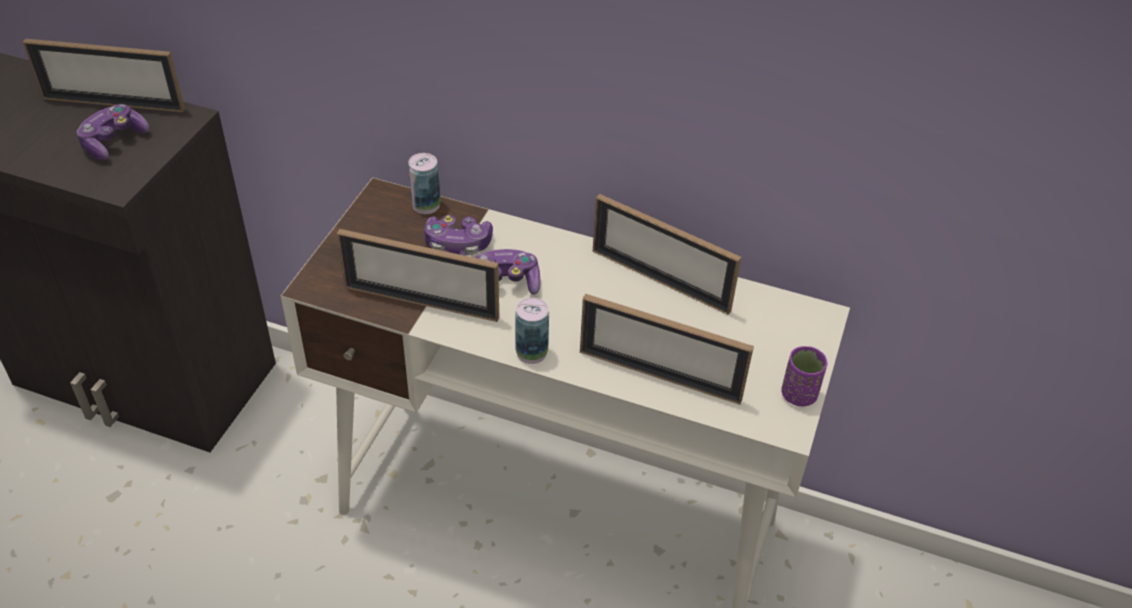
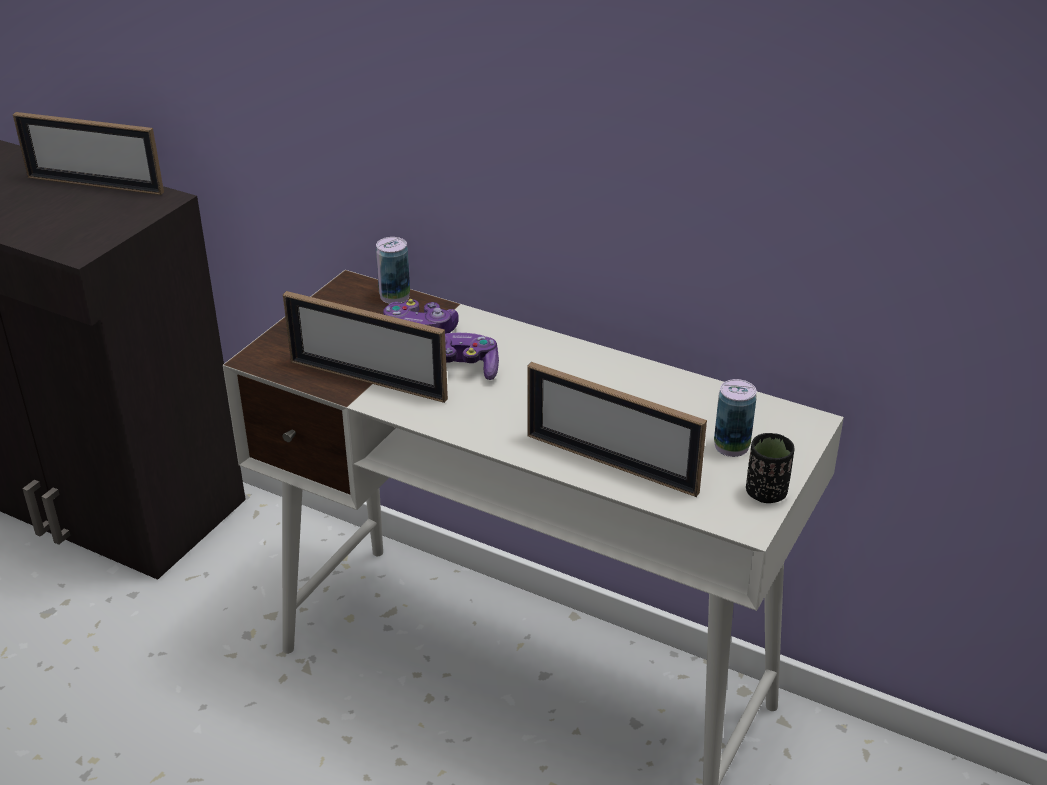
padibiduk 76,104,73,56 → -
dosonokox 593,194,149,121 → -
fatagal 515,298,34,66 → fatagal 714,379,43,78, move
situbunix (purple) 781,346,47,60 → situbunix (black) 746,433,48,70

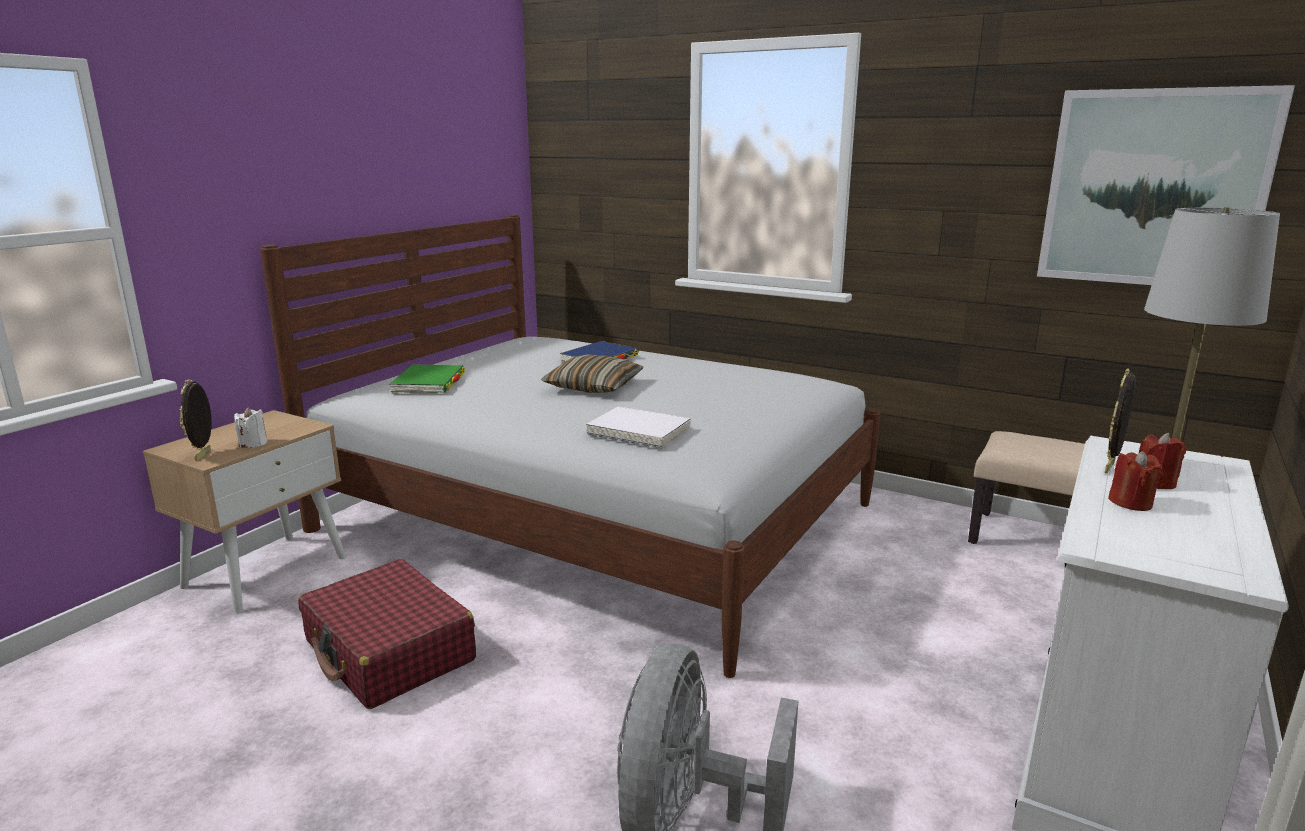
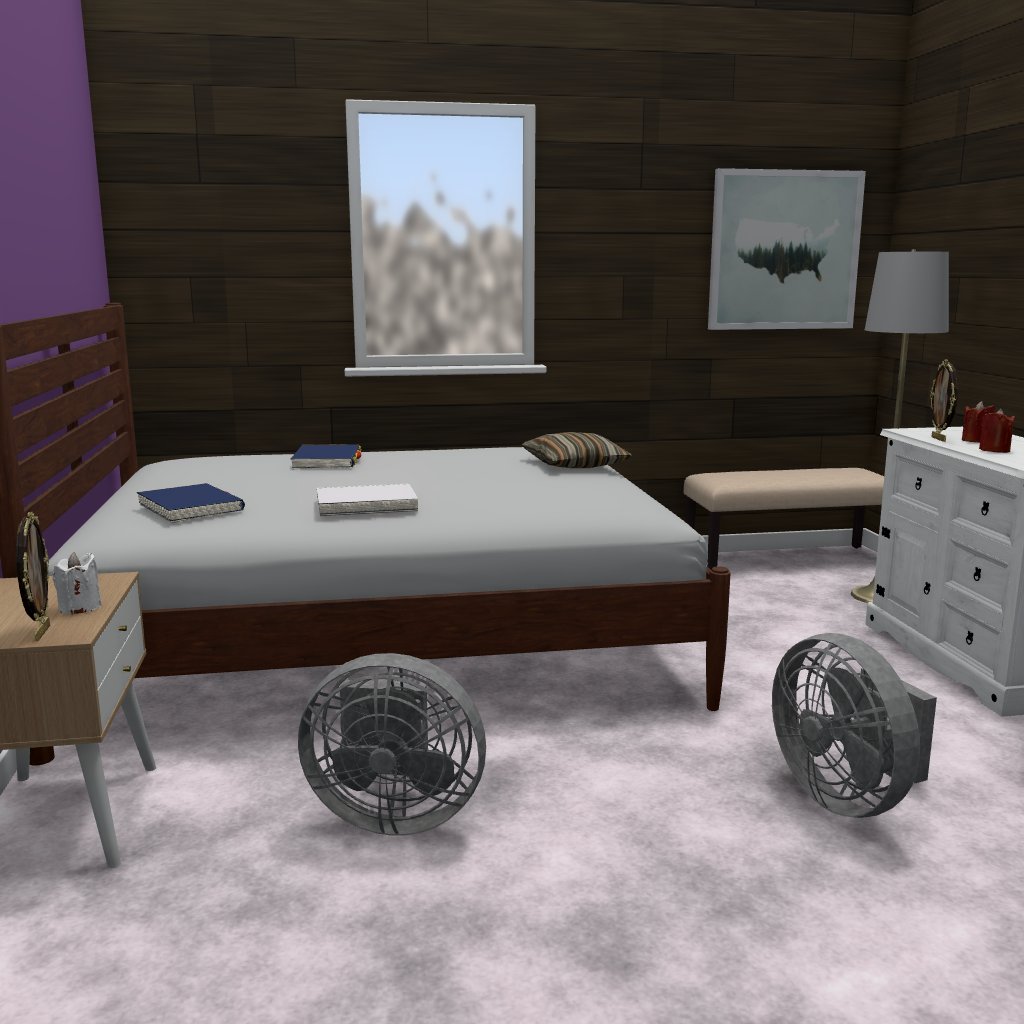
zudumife 541,355,102,38 → zudumife 522,432,110,36, move
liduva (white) 586,406,105,43 → liduva (white) 317,484,101,32, move
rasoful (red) 298,559,178,150 → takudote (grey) 298,653,188,183
liduva (green) 390,365,75,28 → liduva (blue) 137,483,108,40
dosonokox 180,379,32,82 → dosonokox 16,511,34,130, 150 degrees counterclockwise

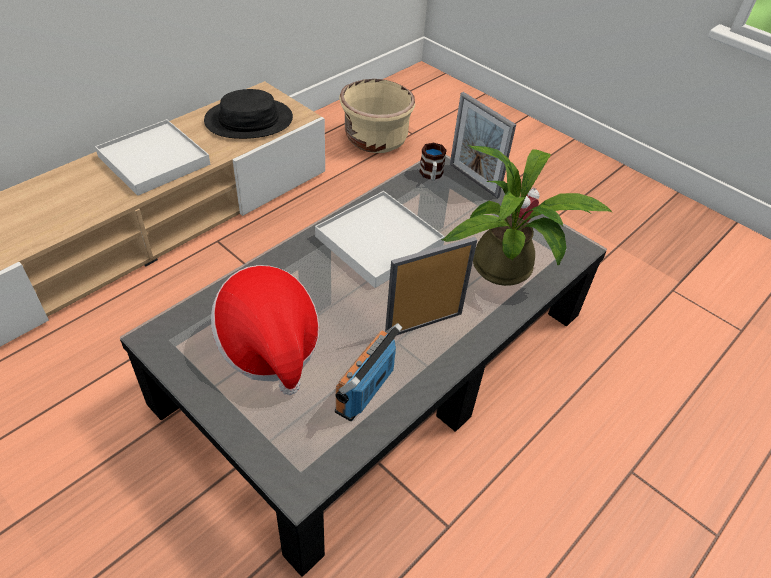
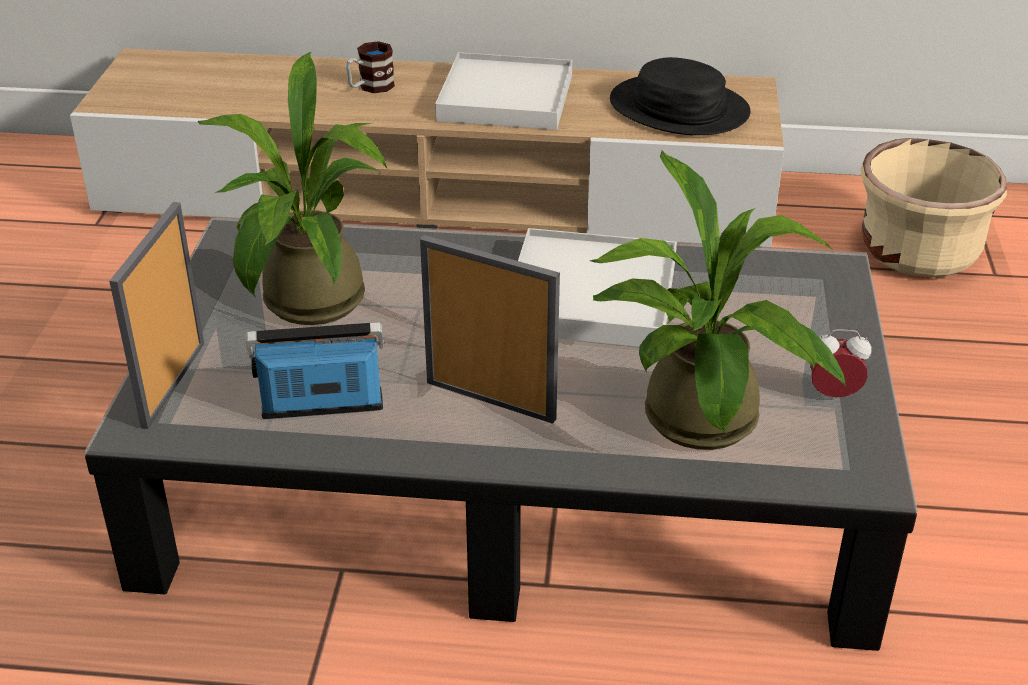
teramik 419,143,28,38 → teramik 346,41,49,52, move
dosonokox 450,92,66,106 → dosonokox 109,202,95,227, move
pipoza 211,265,108,130 → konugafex 198,52,189,273

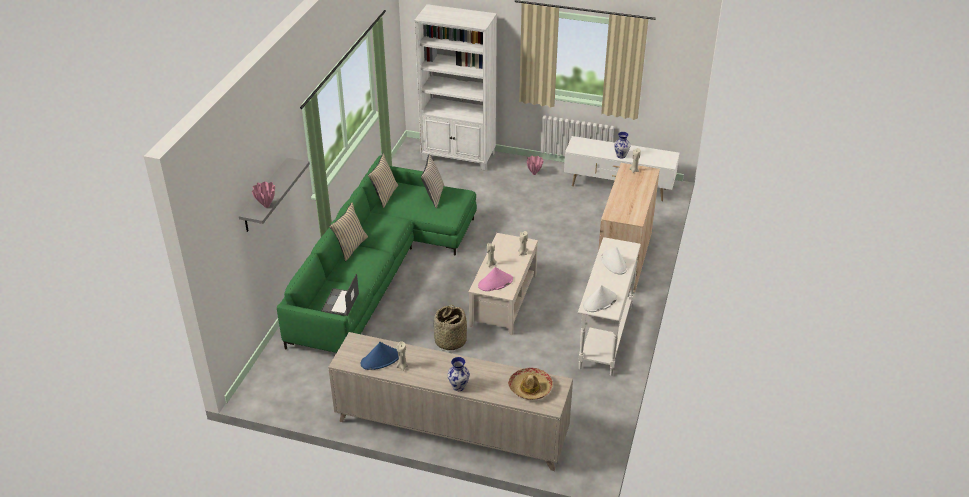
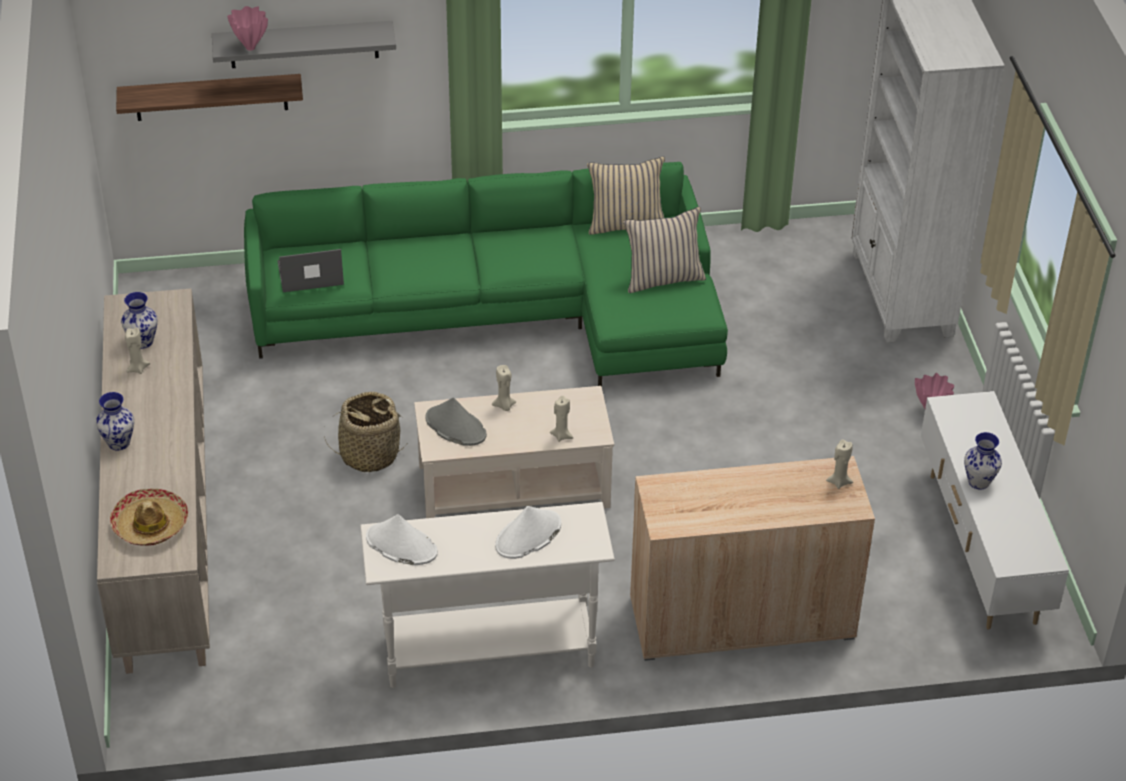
zudumife (beige) 329,202,39,59 → -
- → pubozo 116,74,187,47
pipoza (blue) 361,342,38,28 → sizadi 121,292,37,57
pipoza (pink) 478,267,35,24 → pipoza (grey) 425,397,62,49

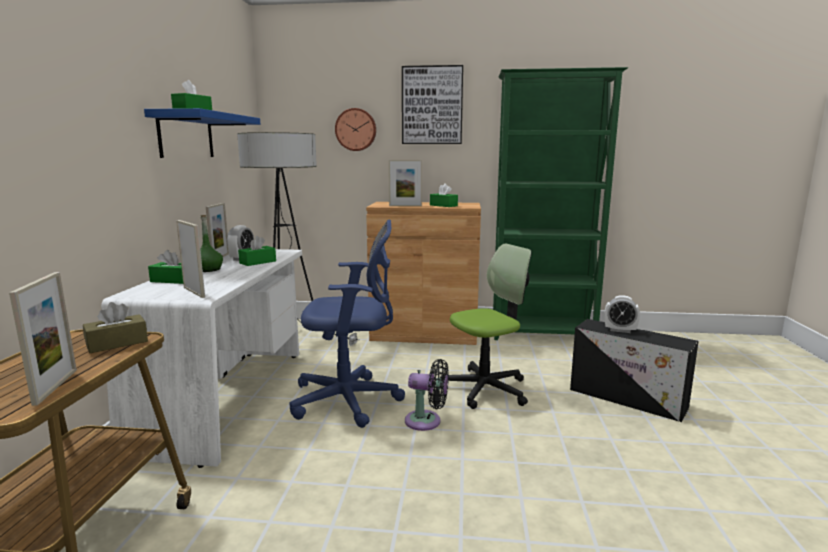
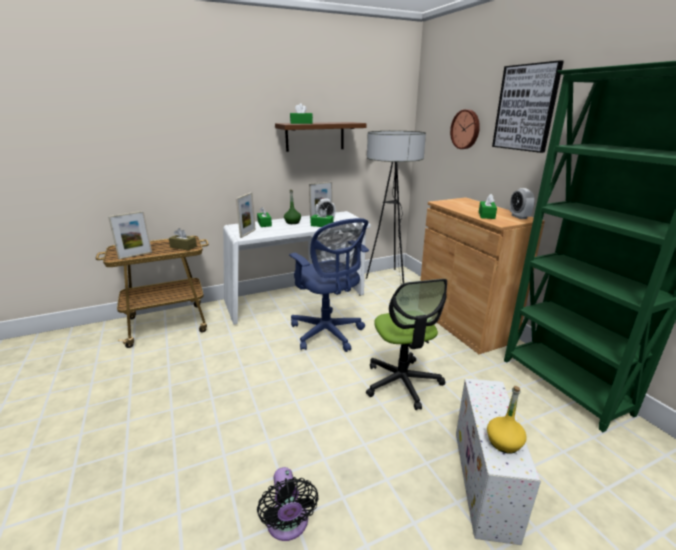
dosonokox 389,160,33,46 → -
- → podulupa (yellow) 487,386,40,67
takudote (black) 405,359,44,72 → takudote (black) 257,467,62,74, move
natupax 605,295,35,38 → natupax 510,188,25,31, move
pubozo (blue) 144,108,116,50 → pubozo (brown) 275,122,92,30
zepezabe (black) 570,319,129,103 → zepezabe (white) 456,378,85,167
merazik 440,244,92,165 → merazik 366,279,81,131, 45 degrees clockwise

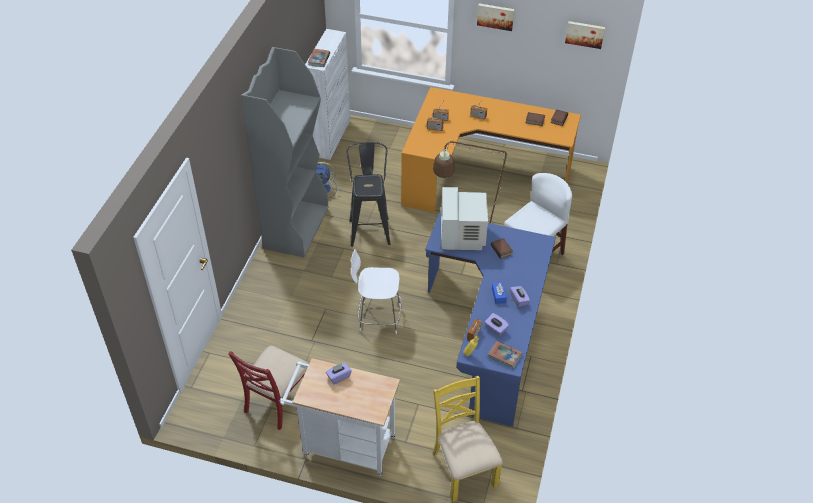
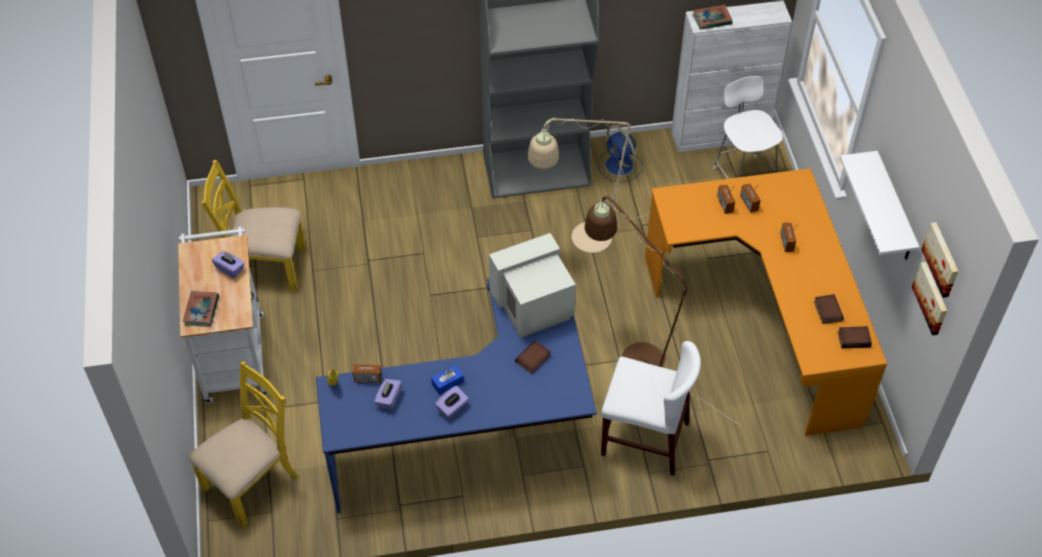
- → pubozo (white) 840,151,80,109
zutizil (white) 351,249,51,85 → zutizil (white) 713,76,70,103, move
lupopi 477,4,37,27 → lupopi 912,262,35,73, move
liduva 488,341,35,28 → liduva 183,291,36,36, move
zutizil (black) 346,142,45,105 → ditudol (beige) 528,117,122,136
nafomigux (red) 229,346,80,84 → nafomigux (yellow) 201,160,105,131

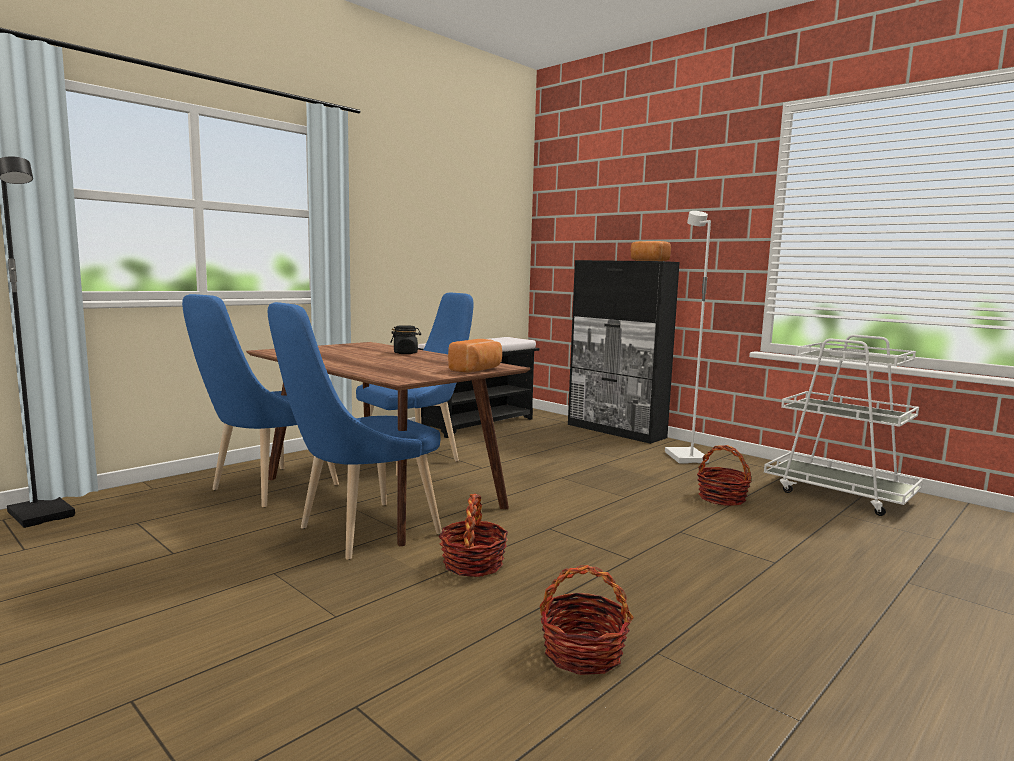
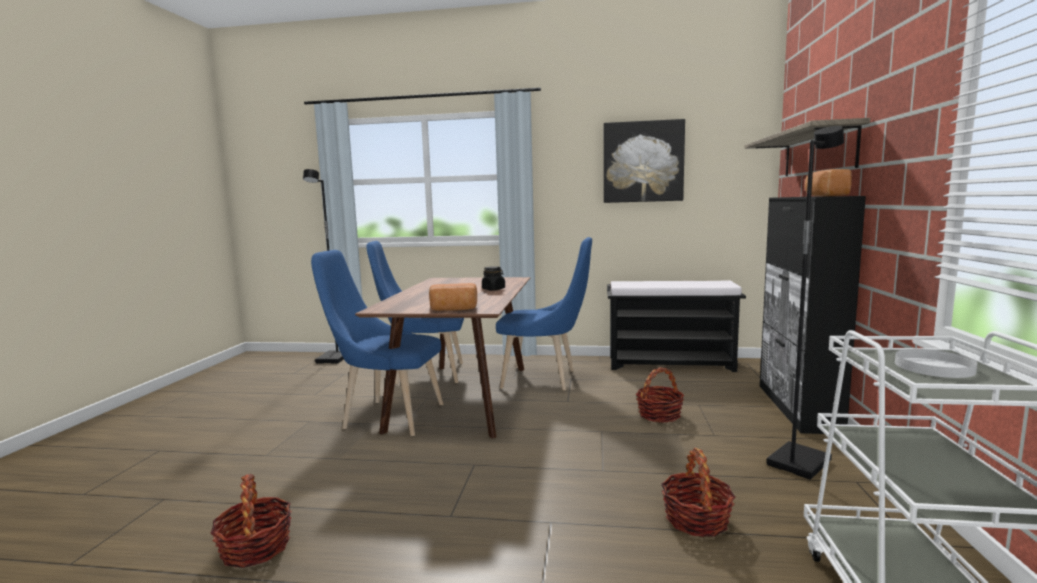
- → lupopi 604,119,81,84
- → pubozo 744,118,126,58
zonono 439,494,69,83 → zonono 636,367,48,56, move
ditudol (white) 665,211,46,252 → ditudol (black) 766,126,78,354

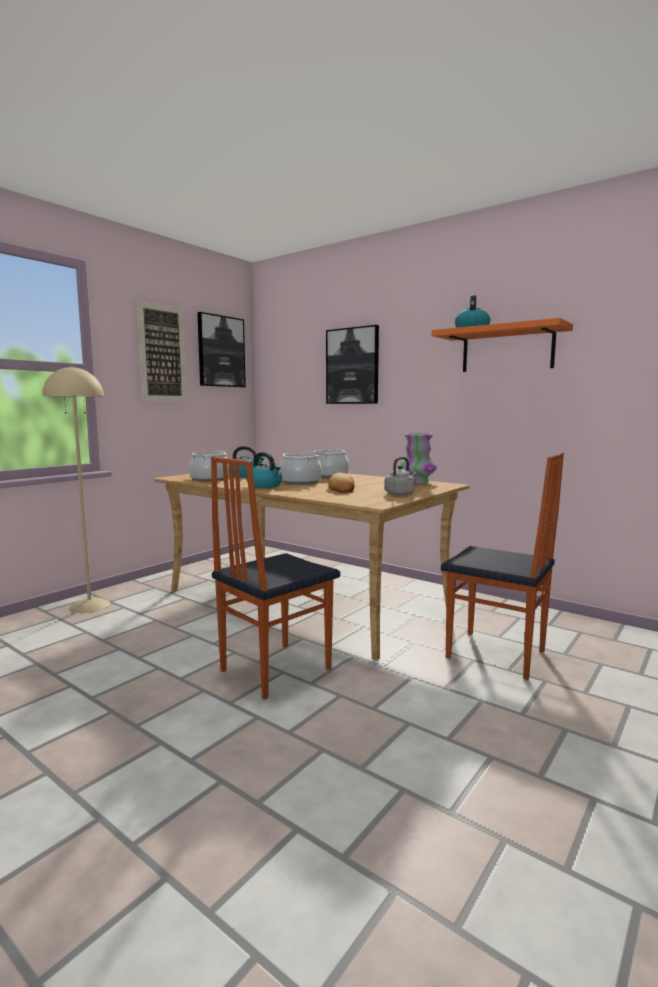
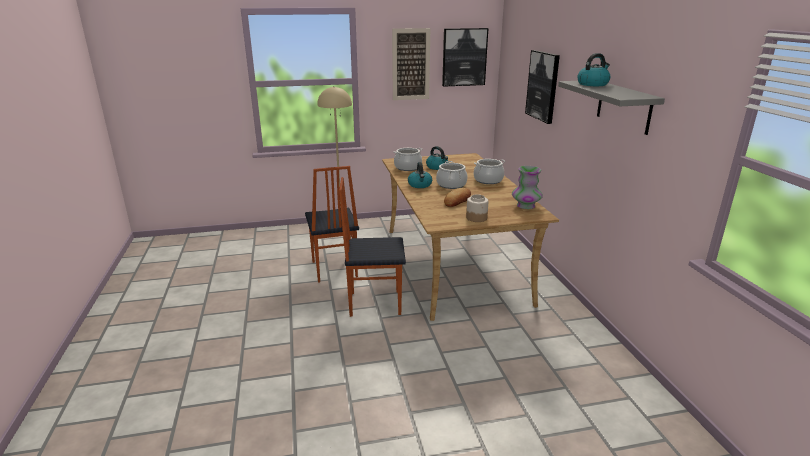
nafomigux 441,453,123,227 → nafomigux 305,166,54,117, move
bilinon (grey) 384,457,33,39 → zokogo 466,194,23,28
pubozo (orange) 432,318,141,54 → pubozo (grey) 558,81,107,54

